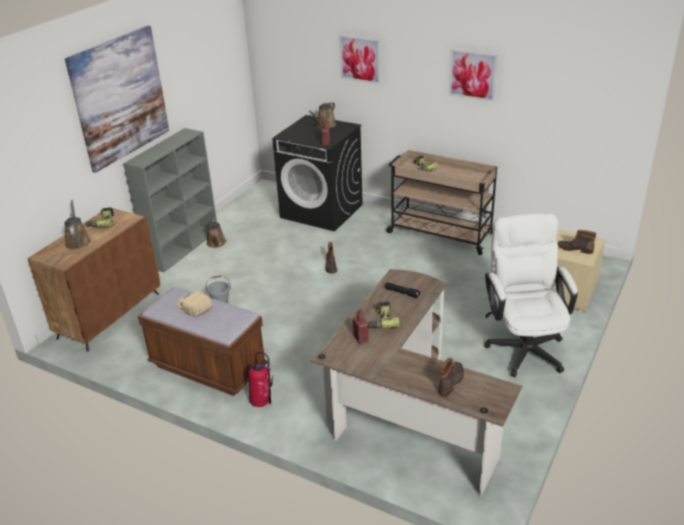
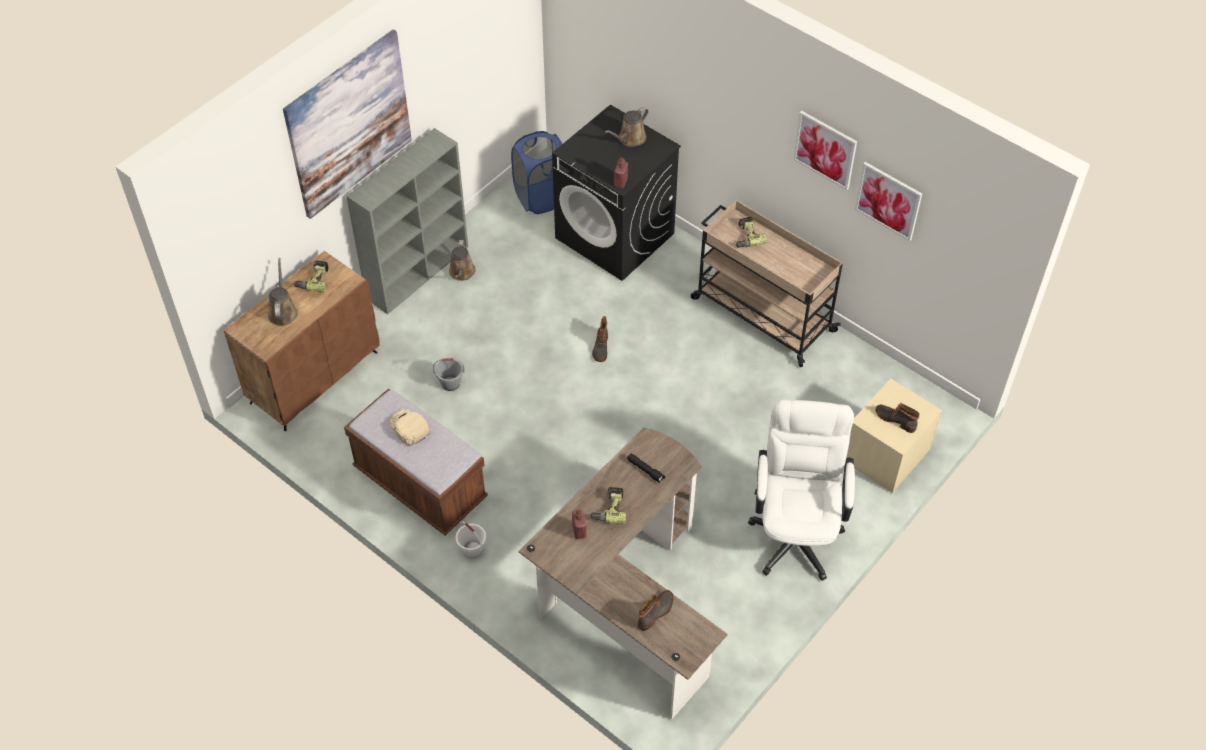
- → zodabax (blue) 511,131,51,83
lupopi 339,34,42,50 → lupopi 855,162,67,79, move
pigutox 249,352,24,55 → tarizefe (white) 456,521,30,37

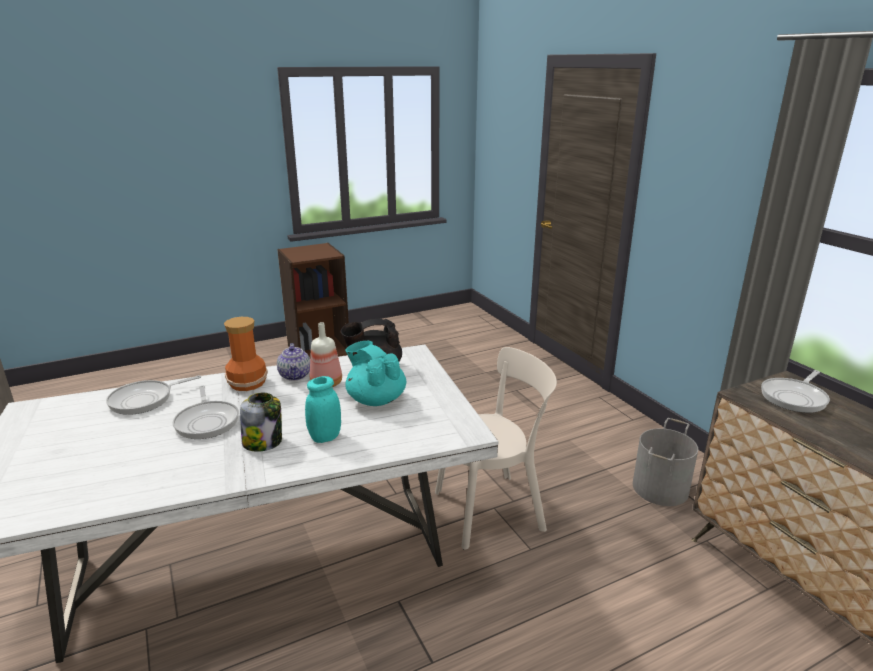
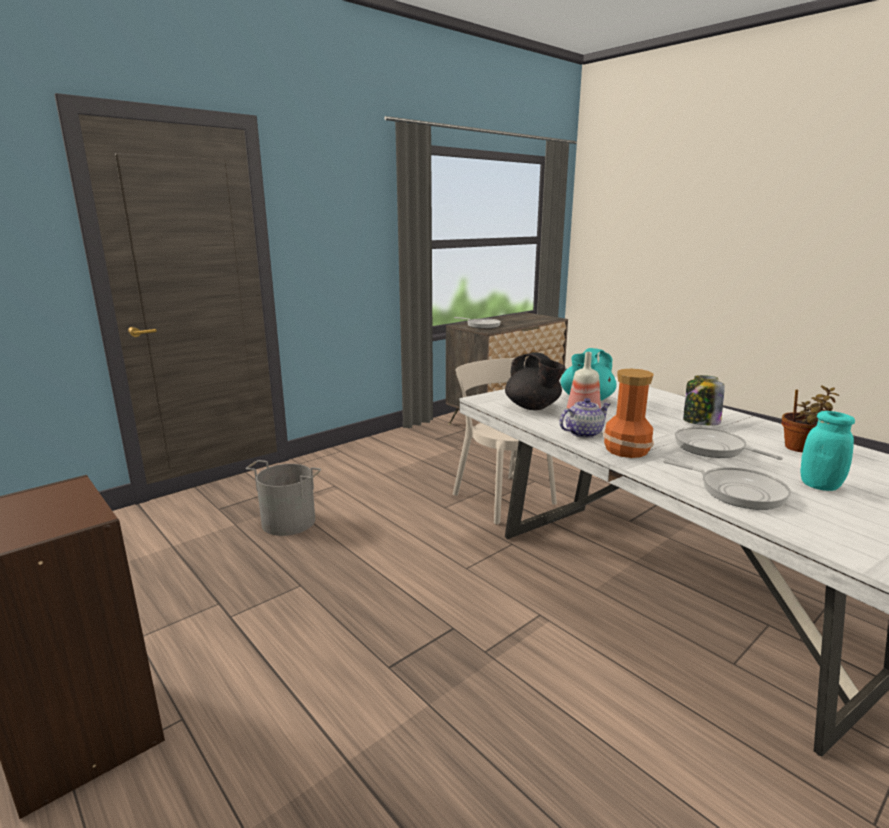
- → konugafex 782,385,57,67
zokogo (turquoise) 305,376,36,67 → zokogo (turquoise) 800,411,55,80, move
tarizefe (grey) 633,418,65,88 → tarizefe (grey) 246,460,75,76, move
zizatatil 173,386,66,53 → zizatatil 675,427,108,33, 90 degrees counterclockwise

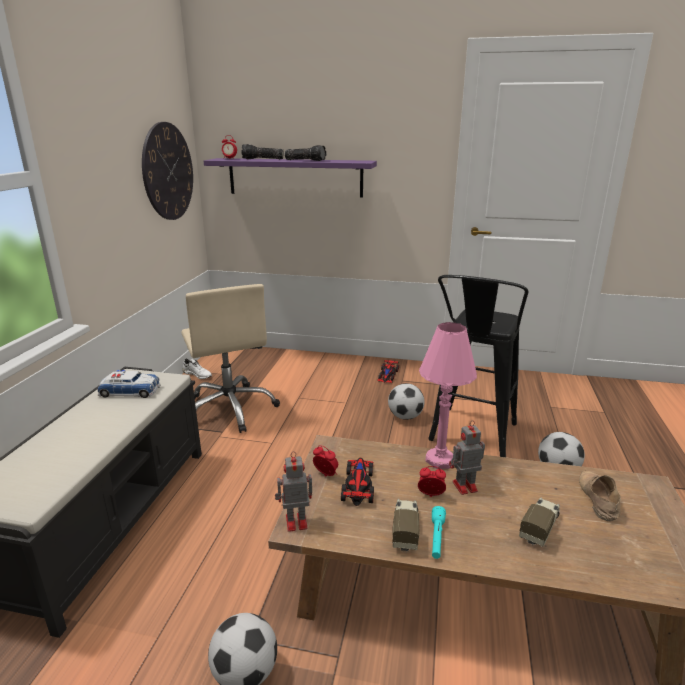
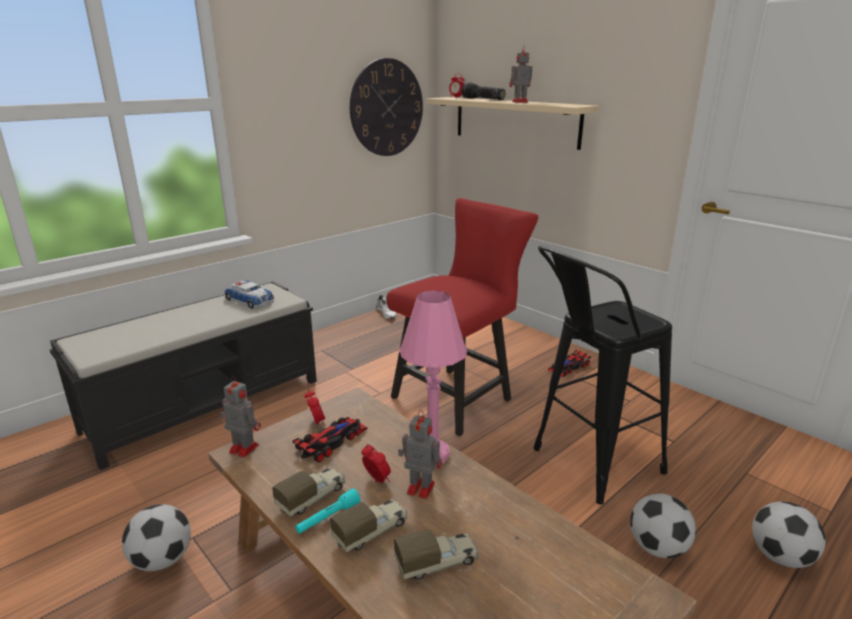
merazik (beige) 181,284,99,149 → -
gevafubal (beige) 579,471,42,50 → -
- → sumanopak 330,498,78,55
- → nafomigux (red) 387,198,151,238
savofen 388,383,36,37 → savofen 752,502,74,66, move
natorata 285,145,41,16 → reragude 509,45,24,58
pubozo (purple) 204,158,173,40 → pubozo (beige) 426,97,174,53

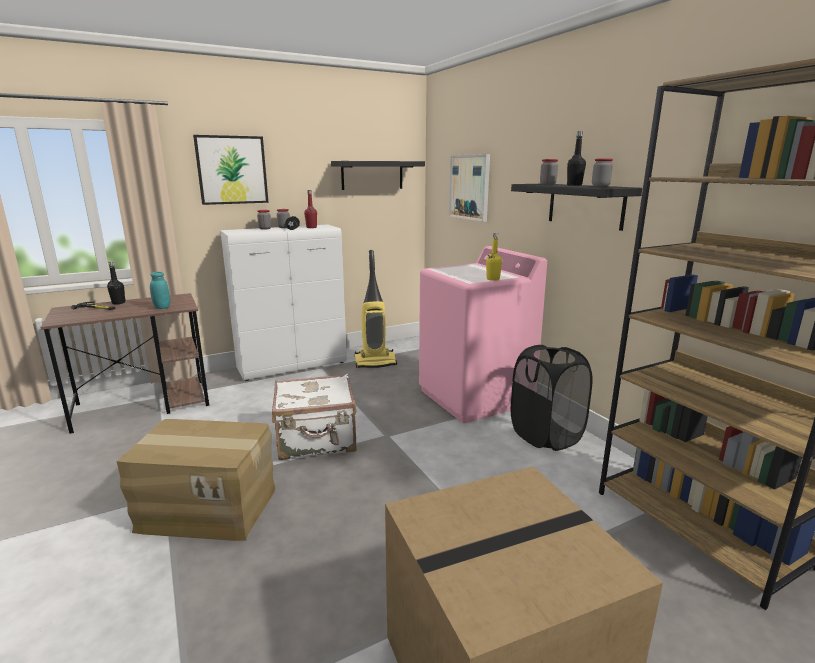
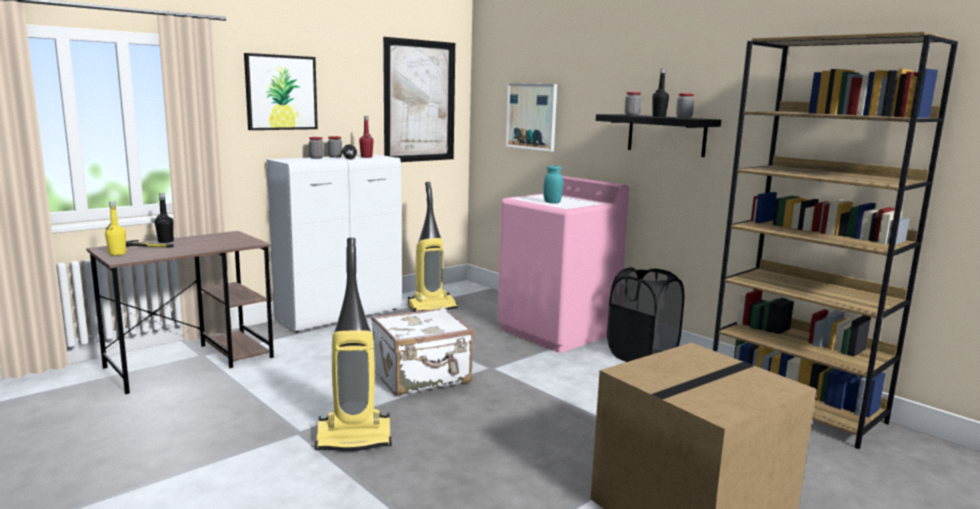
zokogo (turquoise) 150,272,20,37 → zokogo (turquoise) 543,166,20,37, move
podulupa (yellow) 486,233,16,48 → podulupa (yellow) 105,201,21,55, move
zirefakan 117,419,158,122 → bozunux 315,238,77,213
pubozo (black) 331,161,94,29 → lupopi 383,37,72,125

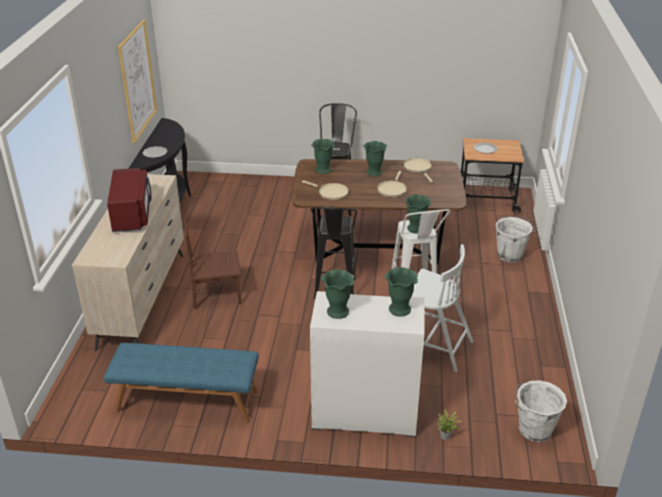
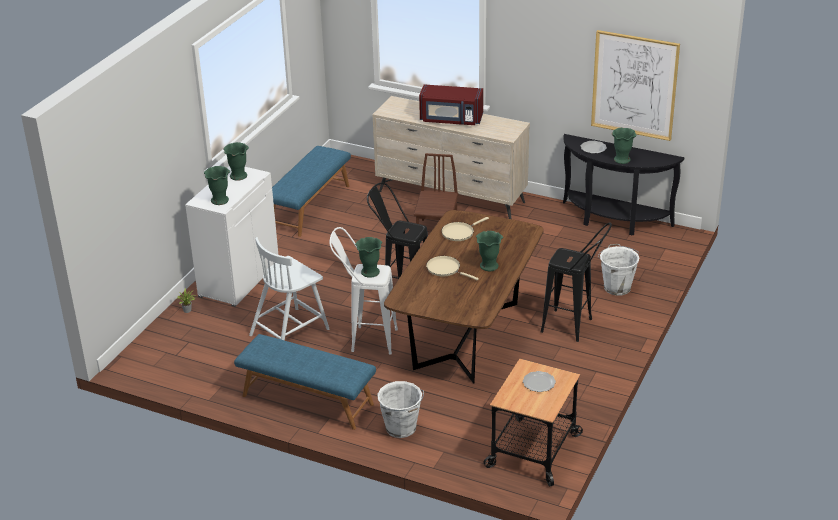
zizatatil (beige) 403,158,30,24 → -
- → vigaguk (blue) 234,334,142,96
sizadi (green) 311,139,24,35 → sizadi (green) 611,128,25,36, move
tarizefe (white) 515,380,52,62 → tarizefe (white) 598,244,41,52, move

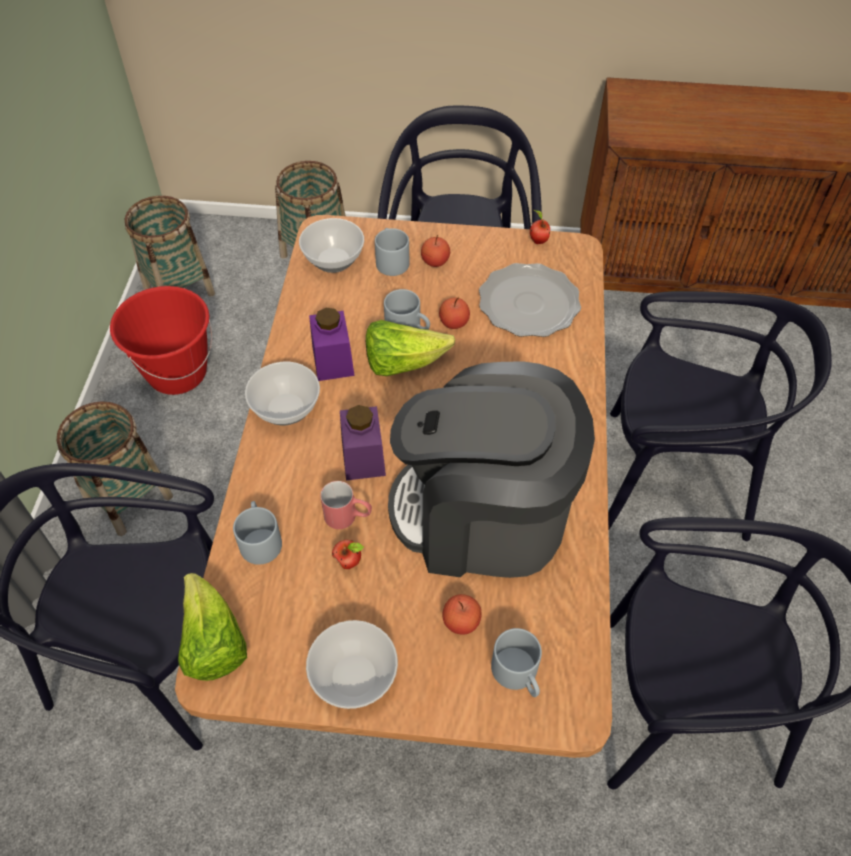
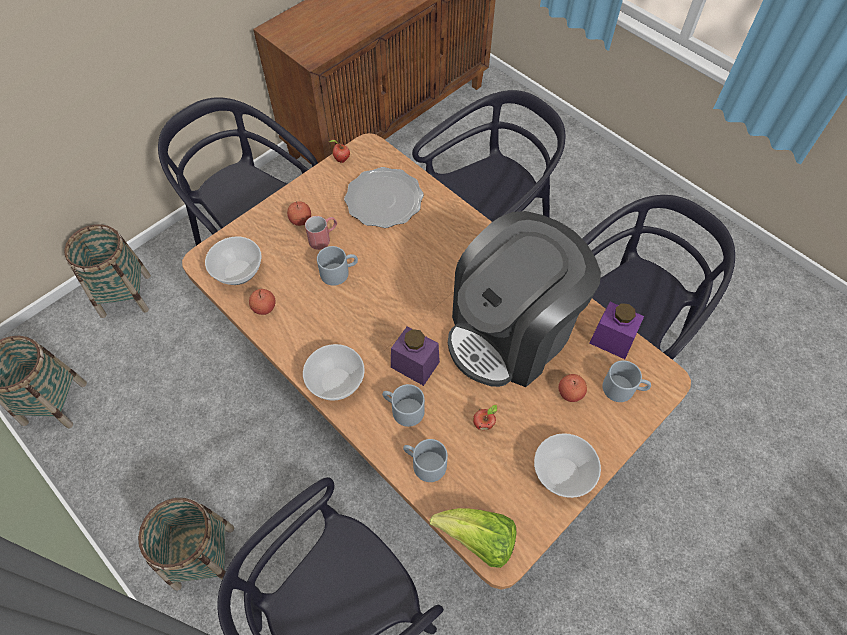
tarizefe (red) 110,286,102,109 → -
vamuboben 366,320,89,56 → -
zokogo (purple) 309,308,46,73 → zokogo (purple) 589,302,55,57, move
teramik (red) 320,481,52,48 → teramik (red) 305,216,32,34, move
teramik (grey) 375,228,34,48 → teramik (grey) 382,384,43,43, move
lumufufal 439,297,31,32 → lumufufal 249,289,27,26, move

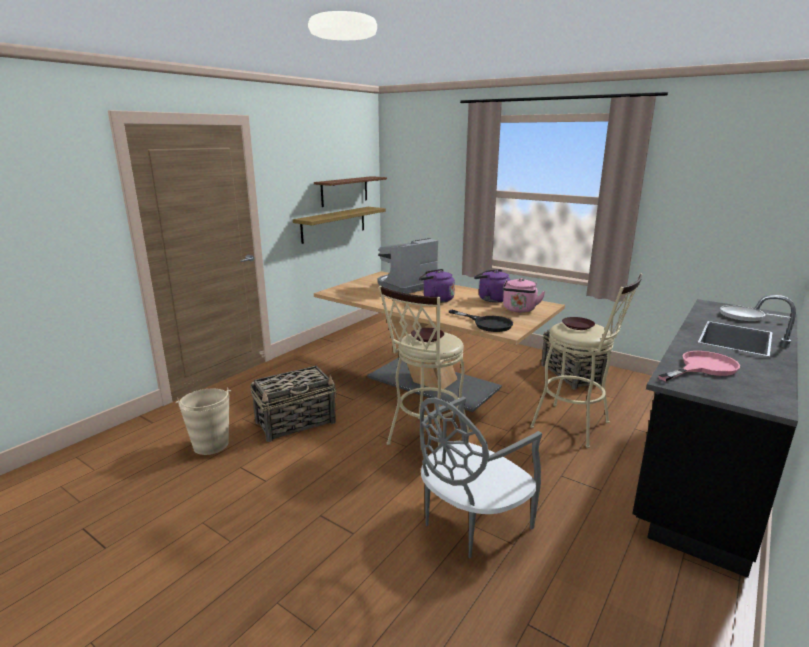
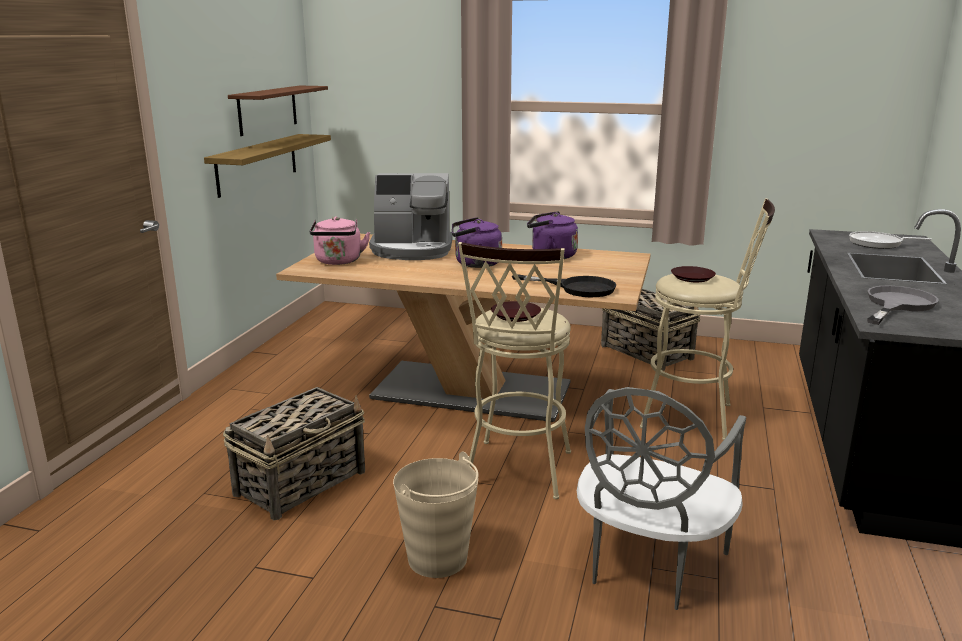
tarizefe (beige) 176,387,55,68 → tarizefe (beige) 393,452,86,126, move
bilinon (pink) 503,278,42,35 → bilinon (pink) 310,216,60,49, move
zizatatil (pink) 658,351,82,30 → zizatatil (grey) 867,286,72,39
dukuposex 378,238,60,56 → dukuposex 369,173,84,87, 120 degrees counterclockwise

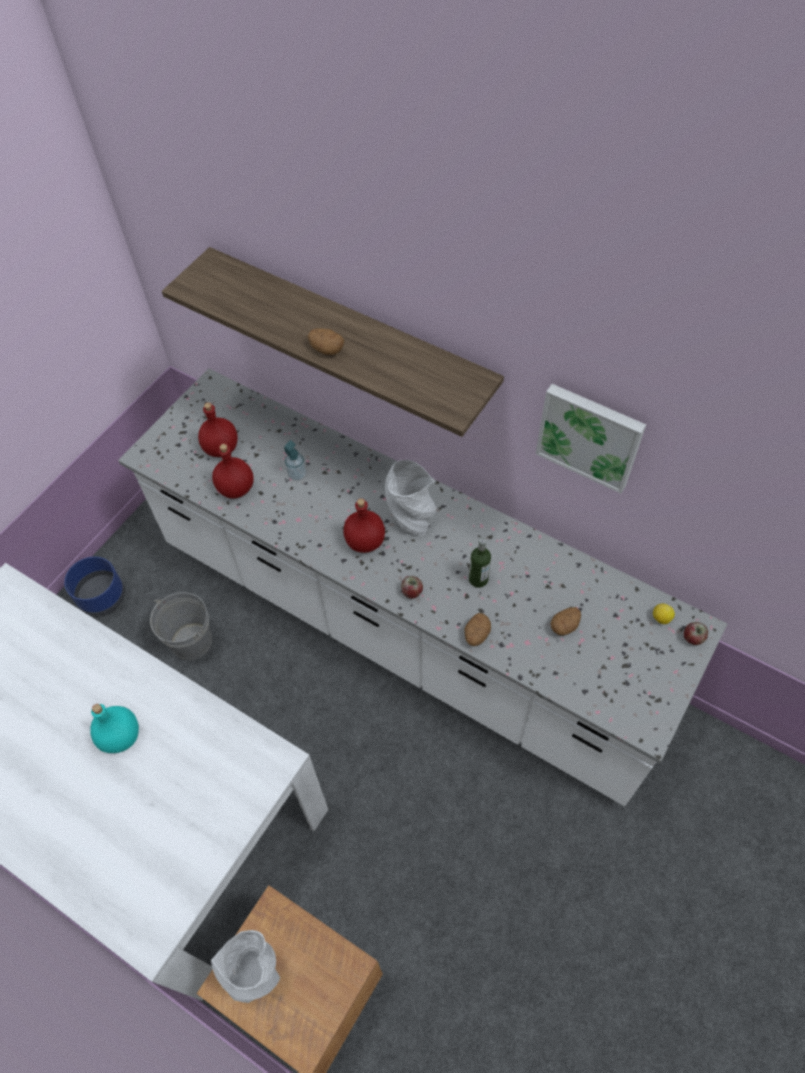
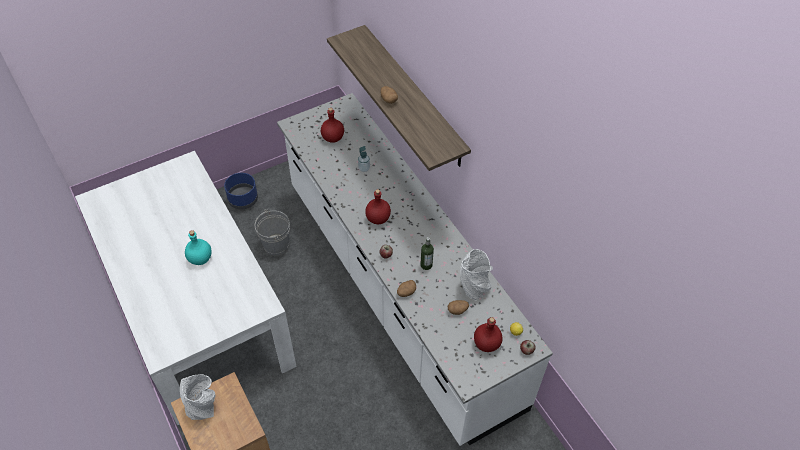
lupopi 535,384,111,109 → -
podulupa (red) 212,444,42,55 → podulupa (red) 474,317,28,35, move
sizadi (grey) 385,460,52,75 → sizadi (grey) 460,249,33,52, move

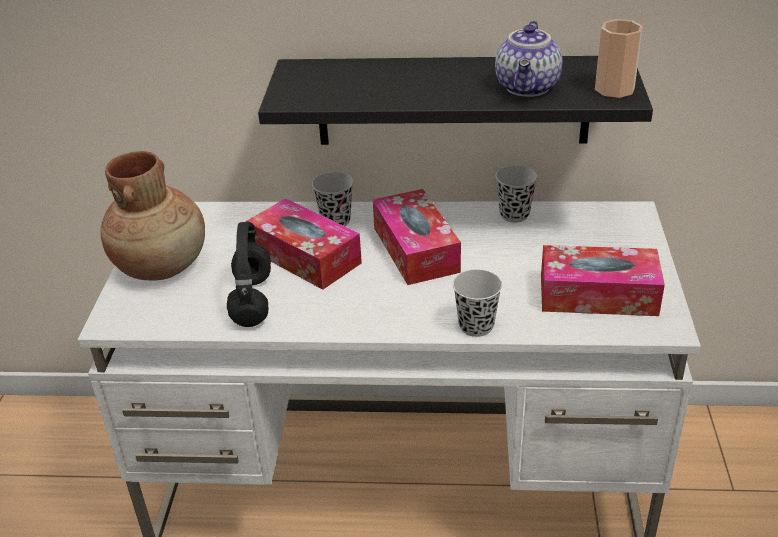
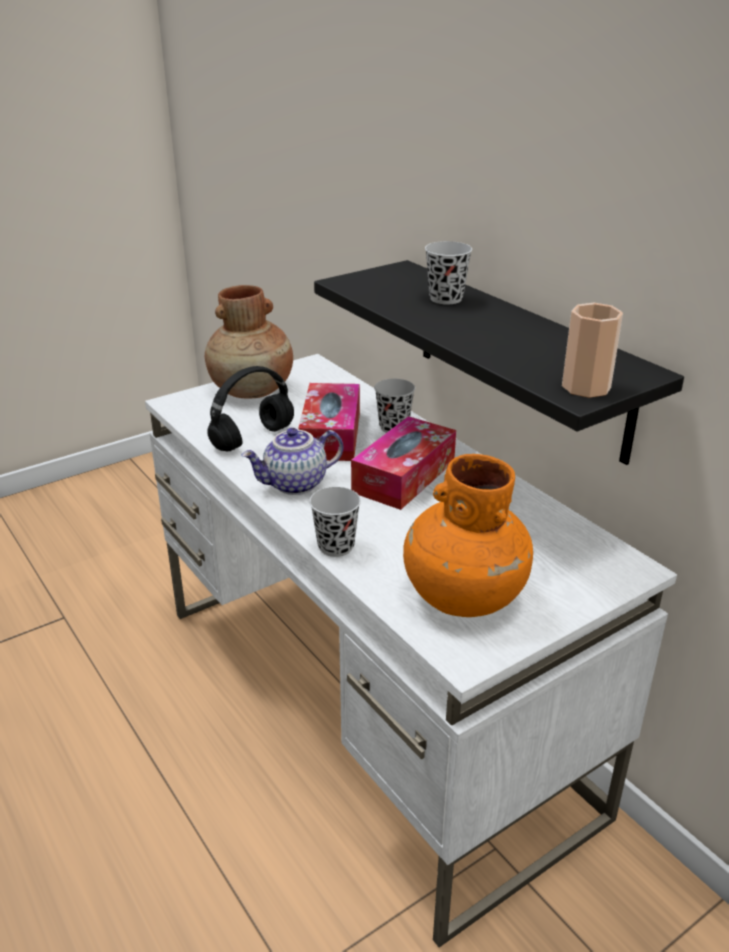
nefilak 495,21,68,76 → nefilak 241,428,102,67, move
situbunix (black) 495,165,43,58 → situbunix (black) 425,241,47,64, move
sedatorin 541,245,124,71 → sizadi (orange) 403,454,130,163

